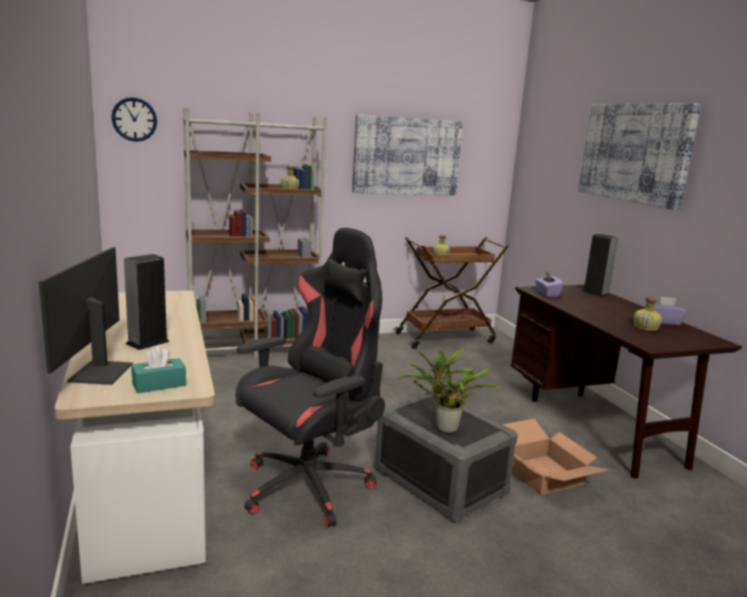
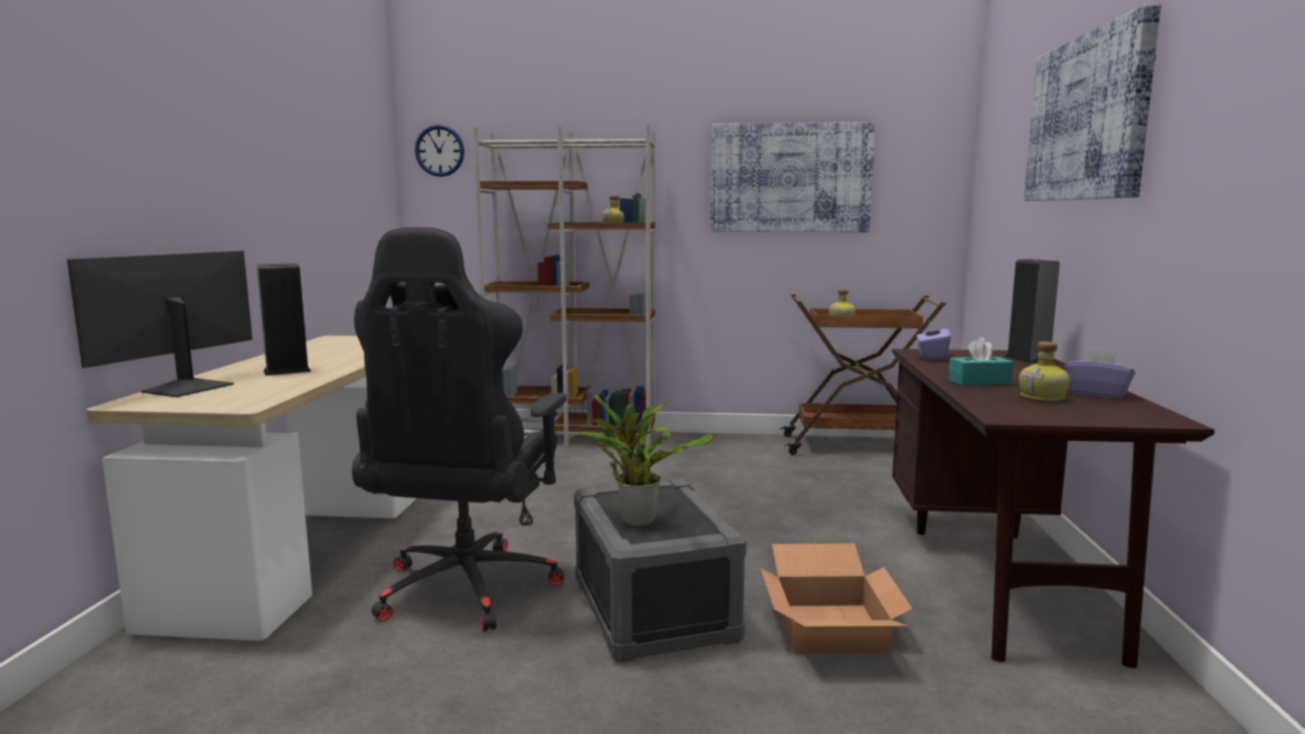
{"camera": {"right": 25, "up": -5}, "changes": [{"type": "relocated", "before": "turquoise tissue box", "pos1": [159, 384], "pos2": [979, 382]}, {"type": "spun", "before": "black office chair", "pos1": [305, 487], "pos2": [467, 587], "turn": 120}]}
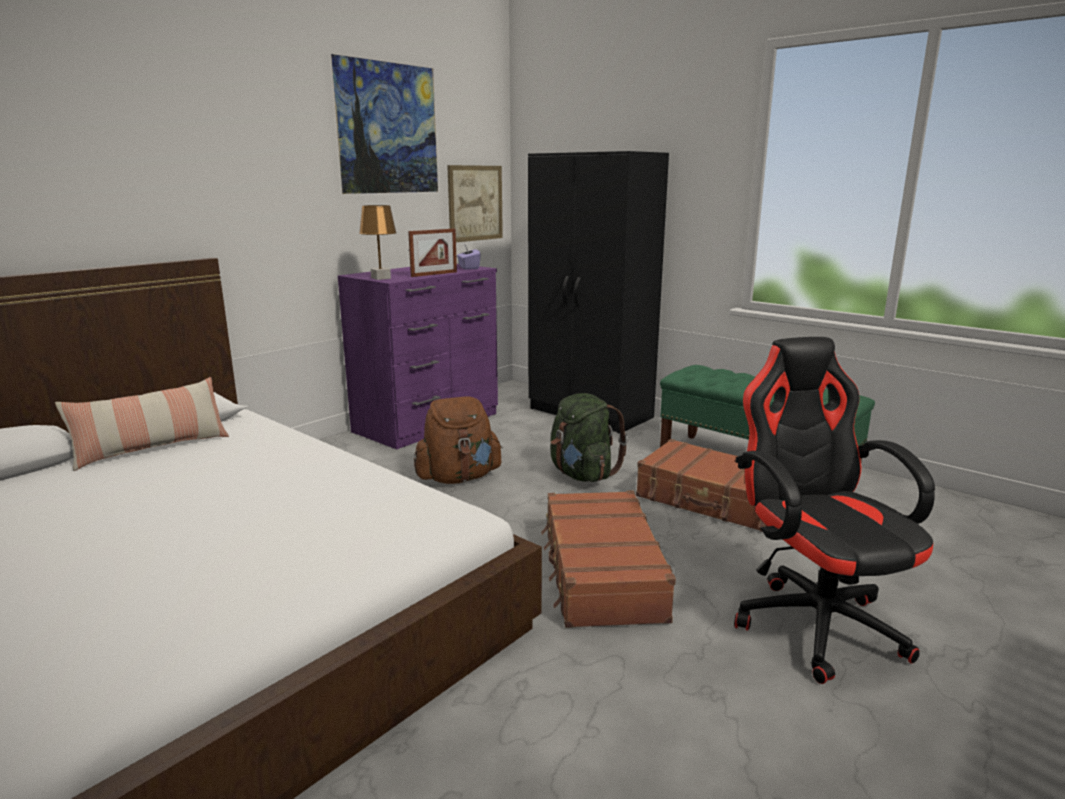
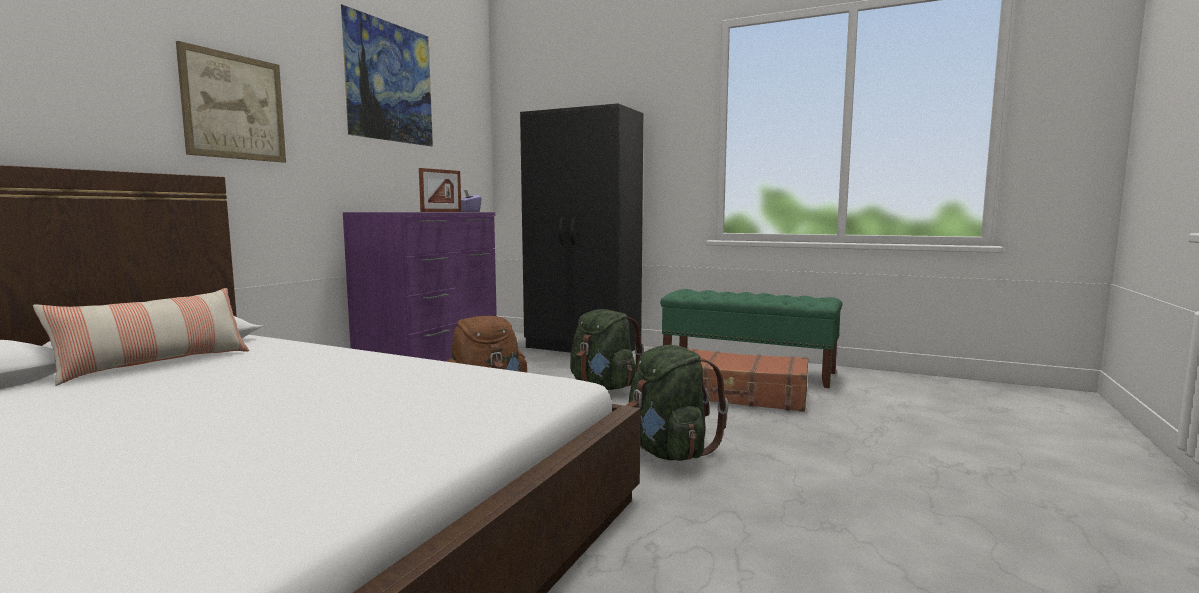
{"camera": {"right": -15, "up": -10}, "changes": [{"type": "missing", "before": "brown table lamp", "pos1": [381, 278]}, {"type": "relocated", "before": "picture", "pos1": [475, 203], "pos2": [234, 107]}, {"type": "exchanged", "before": "brown suitcase", "after": "green backpack", "pos1": [601, 573], "pos2": [669, 452]}, {"type": "missing", "before": "black office chair", "pos1": [812, 620]}]}
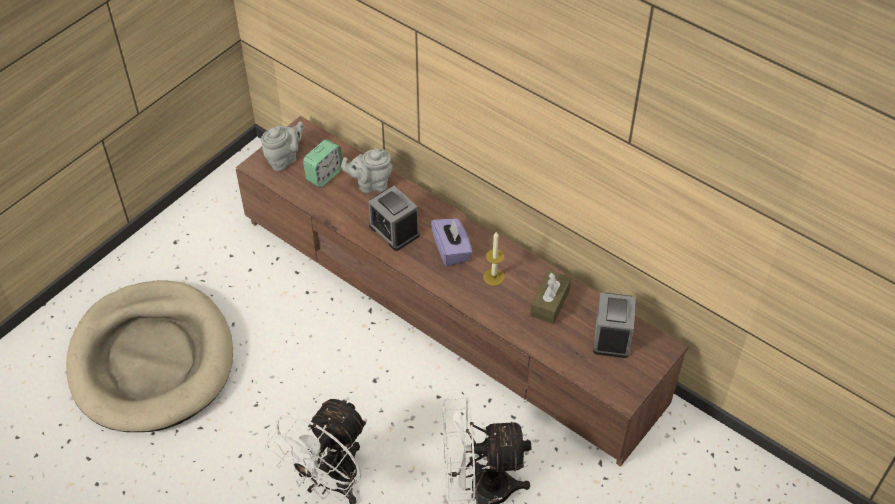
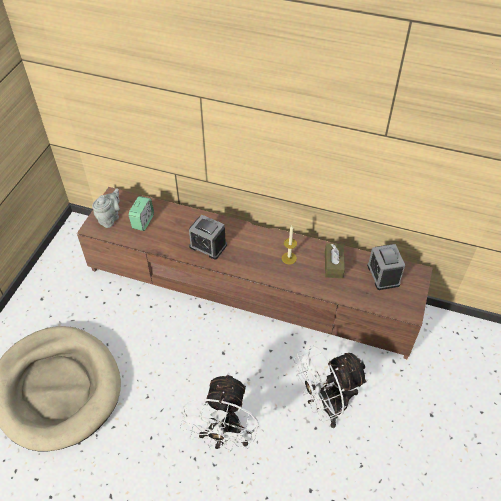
{"camera": {"right": -20, "up": 0}, "changes": [{"type": "missing", "before": "grey teapot", "pos1": [370, 184]}, {"type": "missing", "before": "purple tissue box", "pos1": [451, 250]}]}
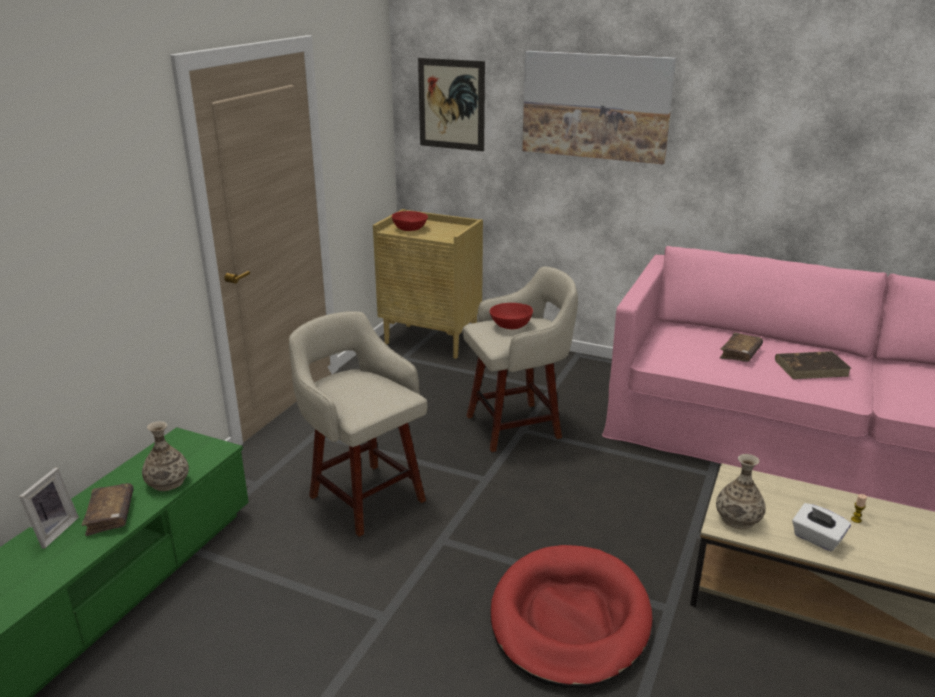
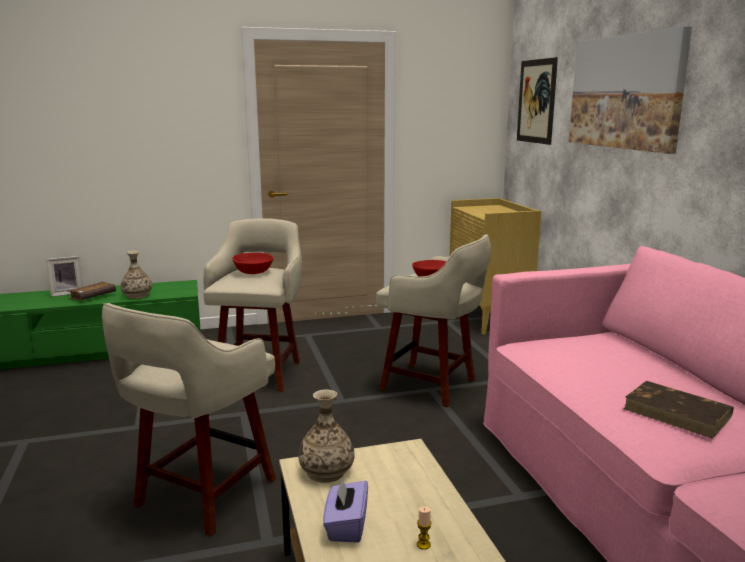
{"camera": {"right": 50, "up": -10}, "changes": [{"type": "relocated", "before": "red bowl", "pos1": [410, 229], "pos2": [254, 272]}, {"type": "exchanged", "before": "red dog bed", "after": "beige stool", "pos1": [569, 619], "pos2": [202, 496]}, {"type": "missing", "before": "brown book", "pos1": [740, 353]}, {"type": "colour", "before": "white tissue box", "after": "purple tissue box", "pos1": [817, 539], "pos2": [346, 526]}]}
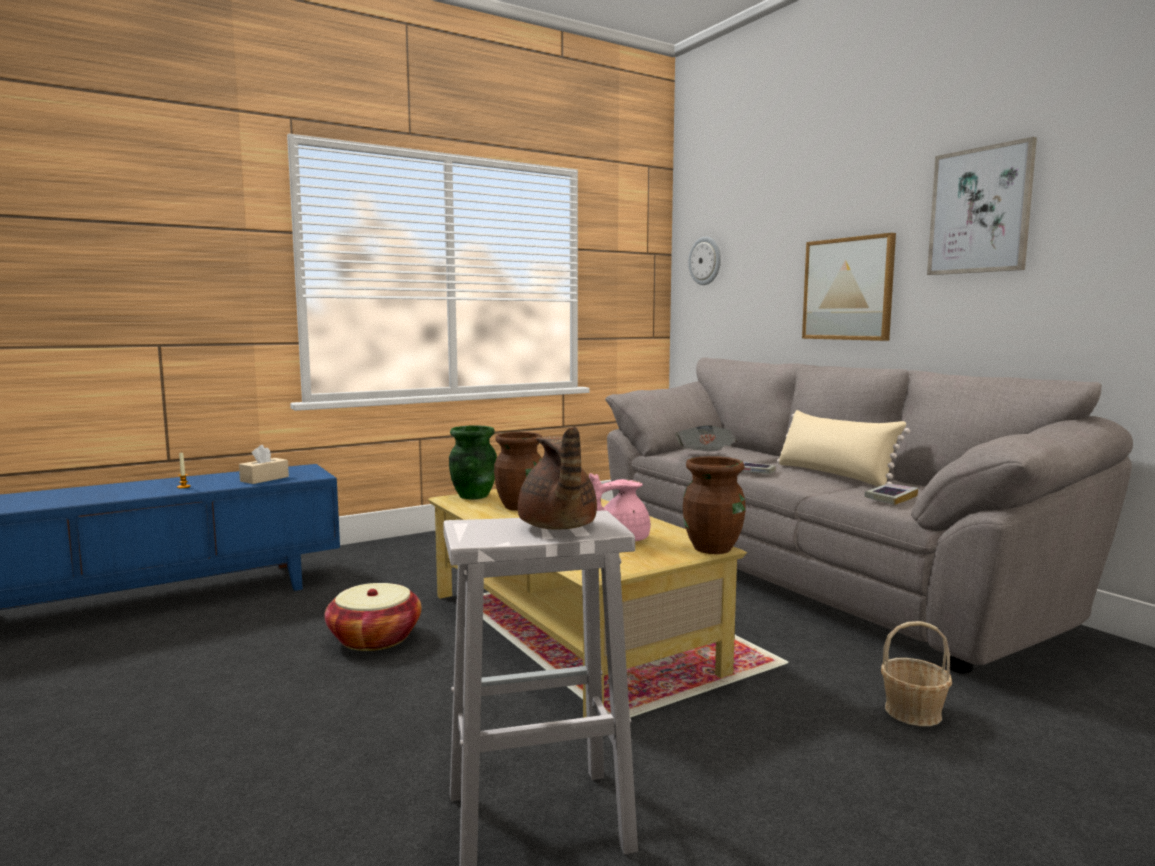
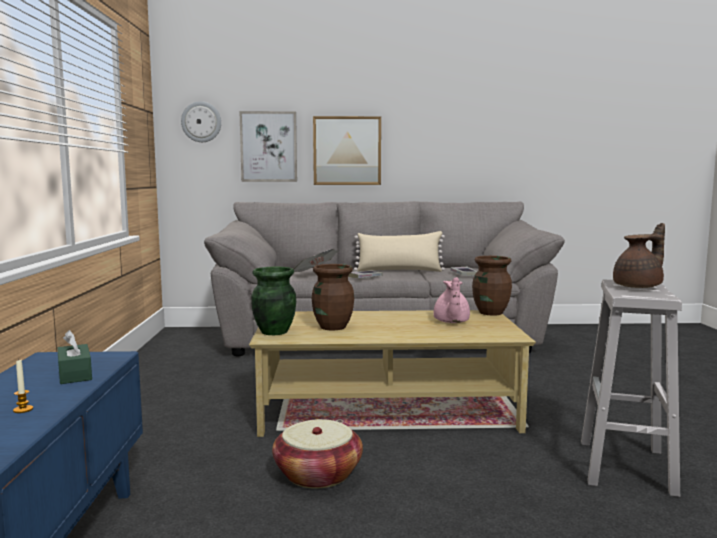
{"camera": {"right": -60, "up": 0}, "changes": [{"type": "colour", "before": "beige tissue box", "after": "green tissue box", "pos1": [264, 479], "pos2": [75, 374]}, {"type": "spun", "before": "brown teapot", "pos1": [557, 527], "pos2": [639, 286], "turn": -45}, {"type": "missing", "before": "basket", "pos1": [913, 712]}, {"type": "relocated", "before": "picture", "pos1": [980, 210], "pos2": [268, 146]}]}
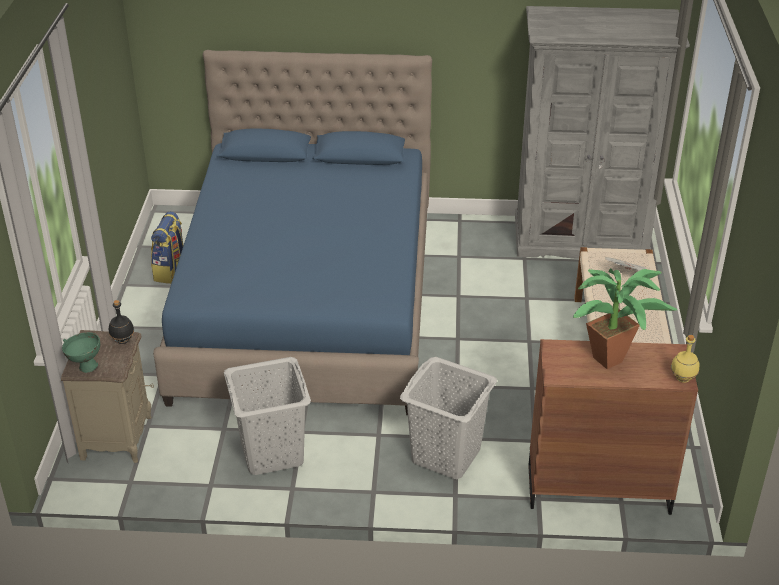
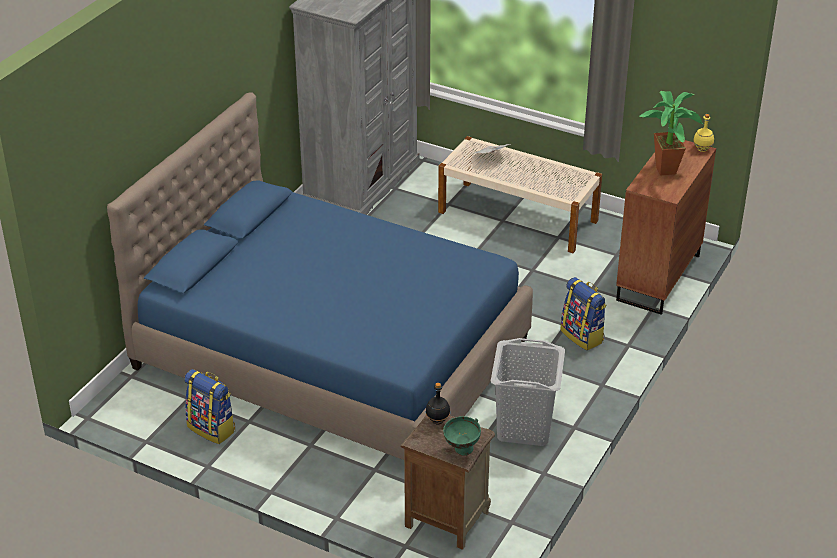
{"camera": {"right": -65, "up": 0}, "changes": [{"type": "exchanged", "before": "grey laundry basket", "after": "backpack", "pos1": [446, 455], "pos2": [583, 336]}]}
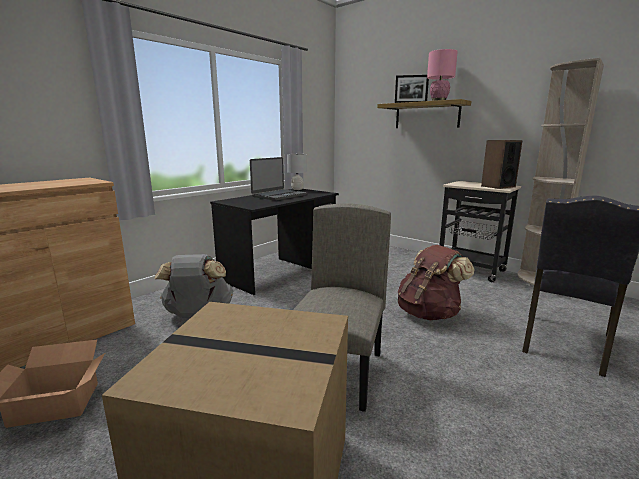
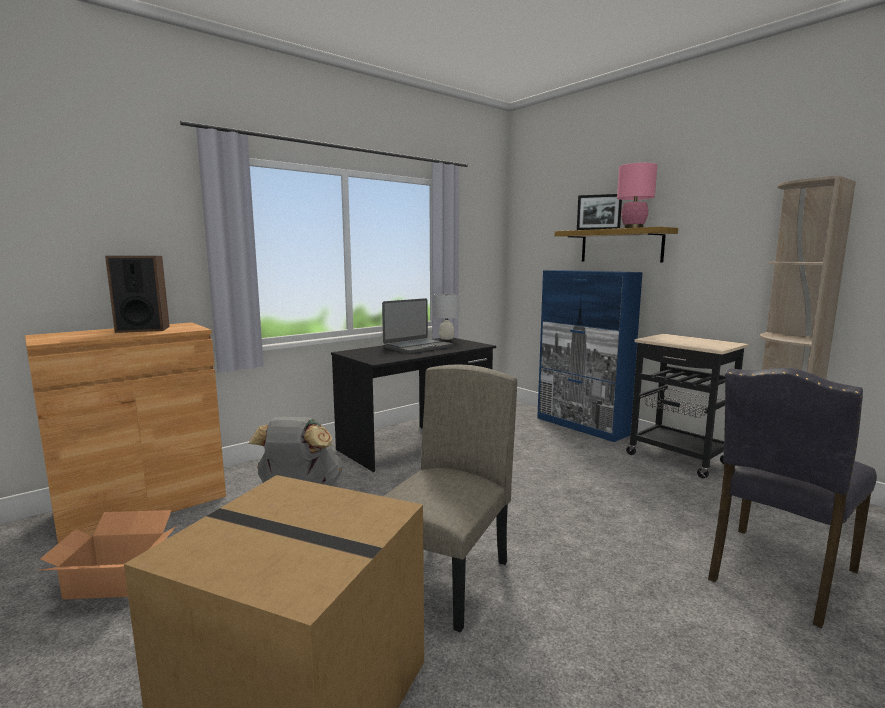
{"camera": {"right": 10, "up": -5}, "changes": [{"type": "missing", "before": "brown backpack", "pos1": [429, 313]}, {"type": "relocated", "before": "speaker", "pos1": [498, 186], "pos2": [143, 329]}, {"type": "appeared", "after": "blue cabinet", "pos2": [581, 426]}]}
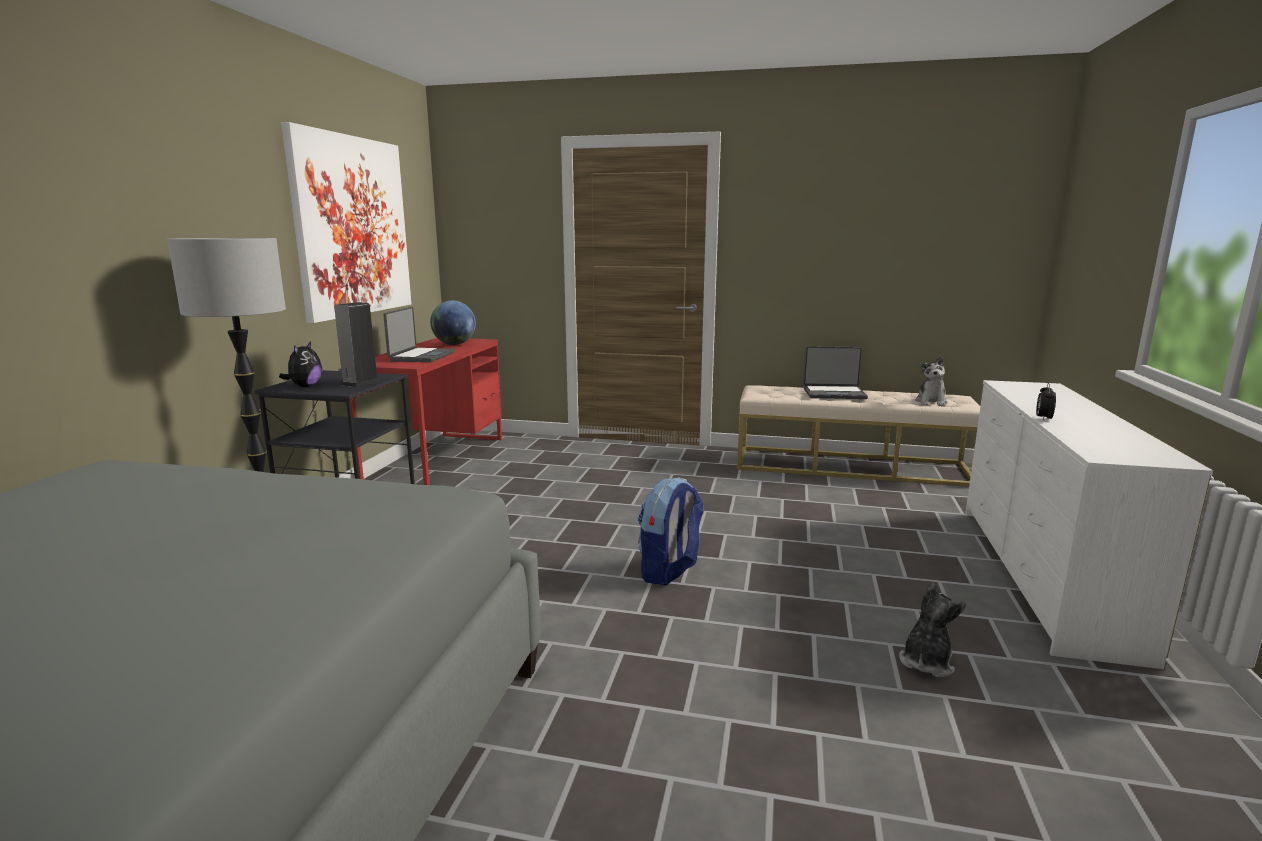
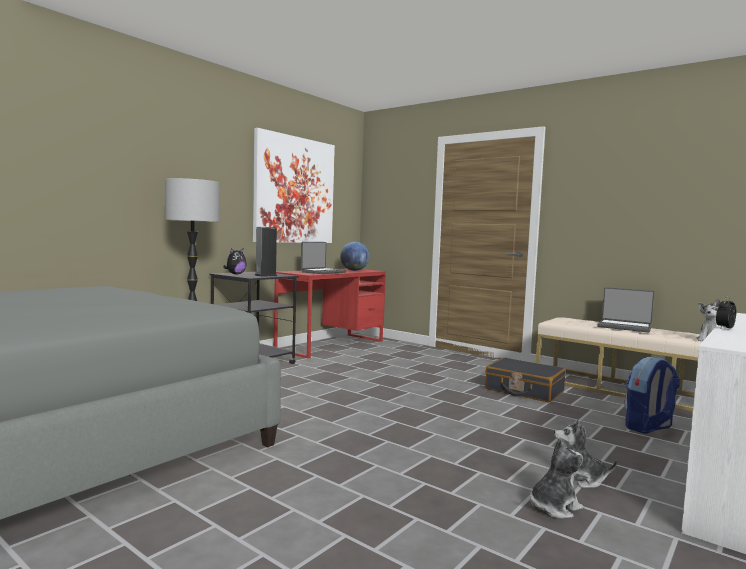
{"camera": {"right": 25, "up": -10}, "changes": [{"type": "relocated", "before": "backpack", "pos1": [670, 571], "pos2": [648, 428]}, {"type": "appeared", "after": "black suitcase", "pos2": [524, 390]}, {"type": "appeared", "after": "plush toy", "pos2": [580, 479]}]}
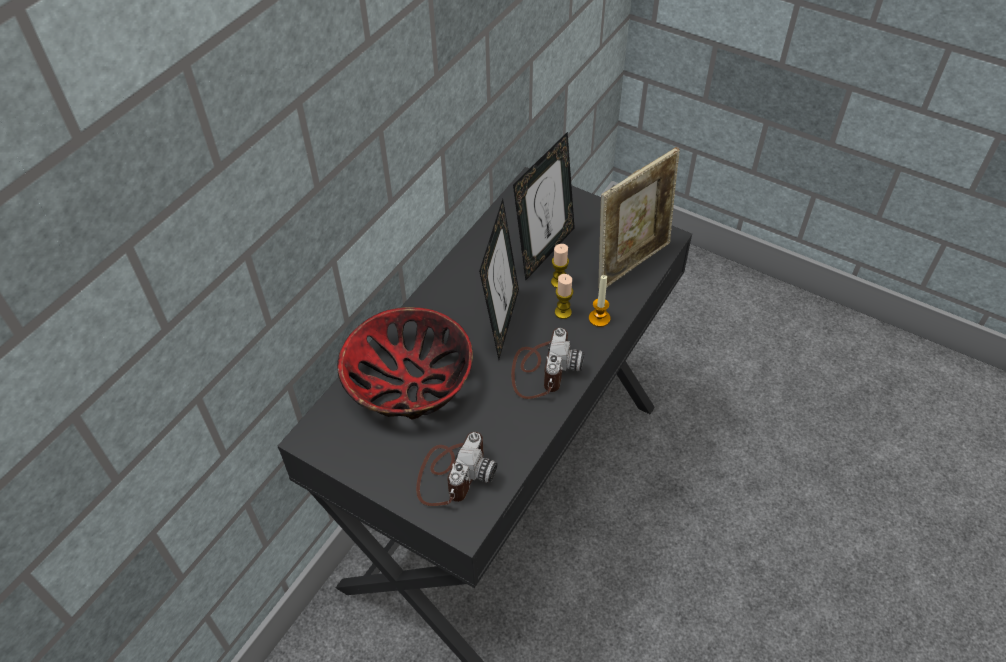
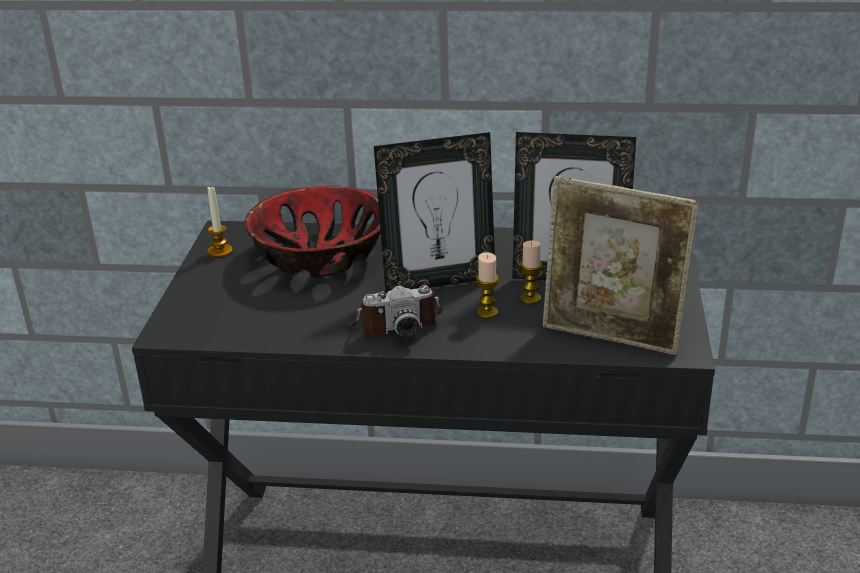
{"camera": {"right": 65, "up": -20}, "changes": [{"type": "missing", "before": "photo camera", "pos1": [452, 473]}, {"type": "relocated", "before": "candle", "pos1": [599, 318], "pos2": [220, 251]}]}
